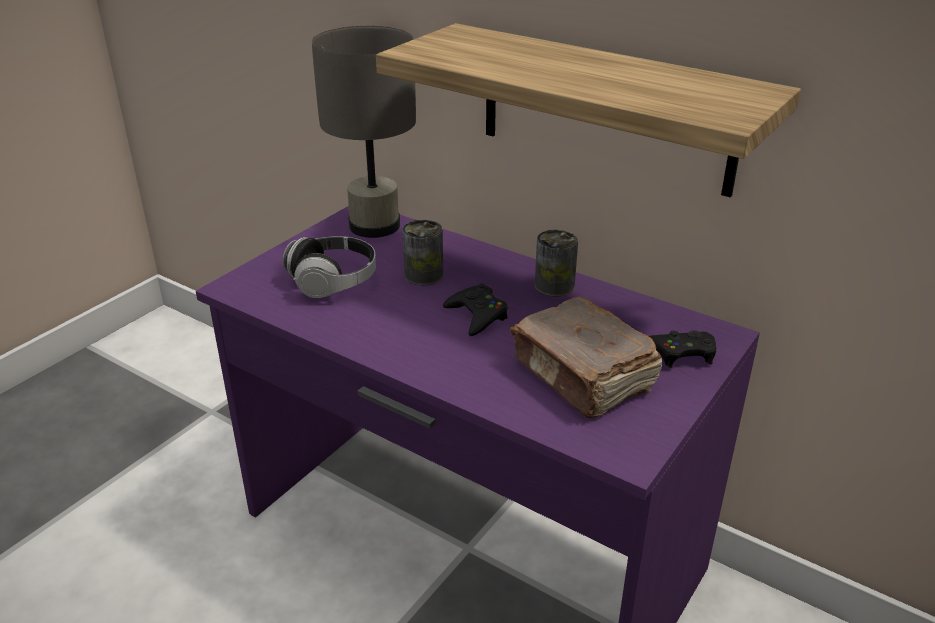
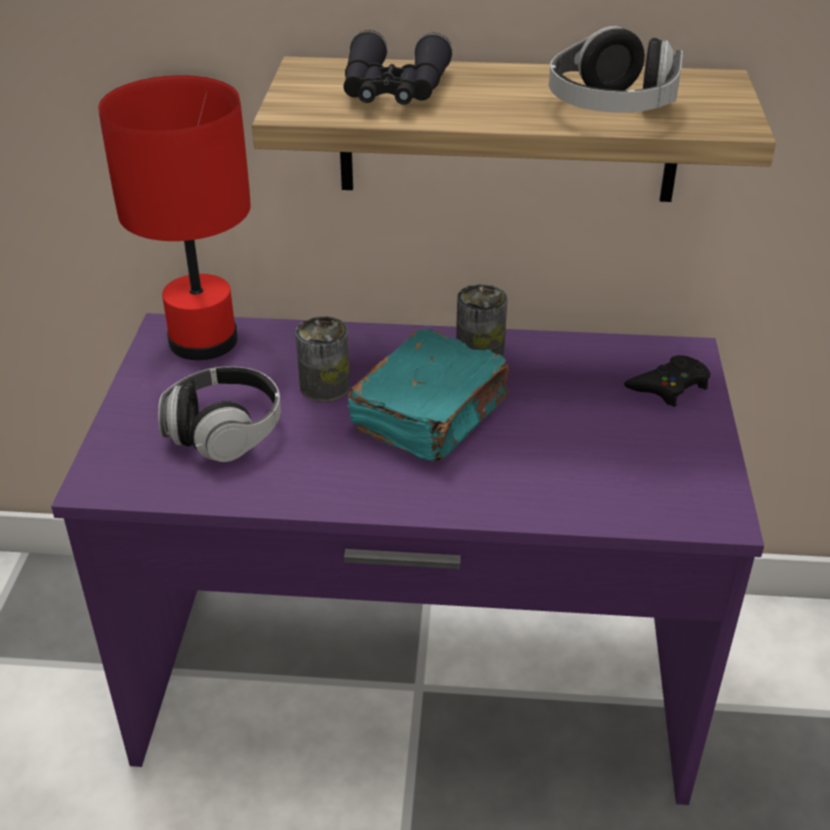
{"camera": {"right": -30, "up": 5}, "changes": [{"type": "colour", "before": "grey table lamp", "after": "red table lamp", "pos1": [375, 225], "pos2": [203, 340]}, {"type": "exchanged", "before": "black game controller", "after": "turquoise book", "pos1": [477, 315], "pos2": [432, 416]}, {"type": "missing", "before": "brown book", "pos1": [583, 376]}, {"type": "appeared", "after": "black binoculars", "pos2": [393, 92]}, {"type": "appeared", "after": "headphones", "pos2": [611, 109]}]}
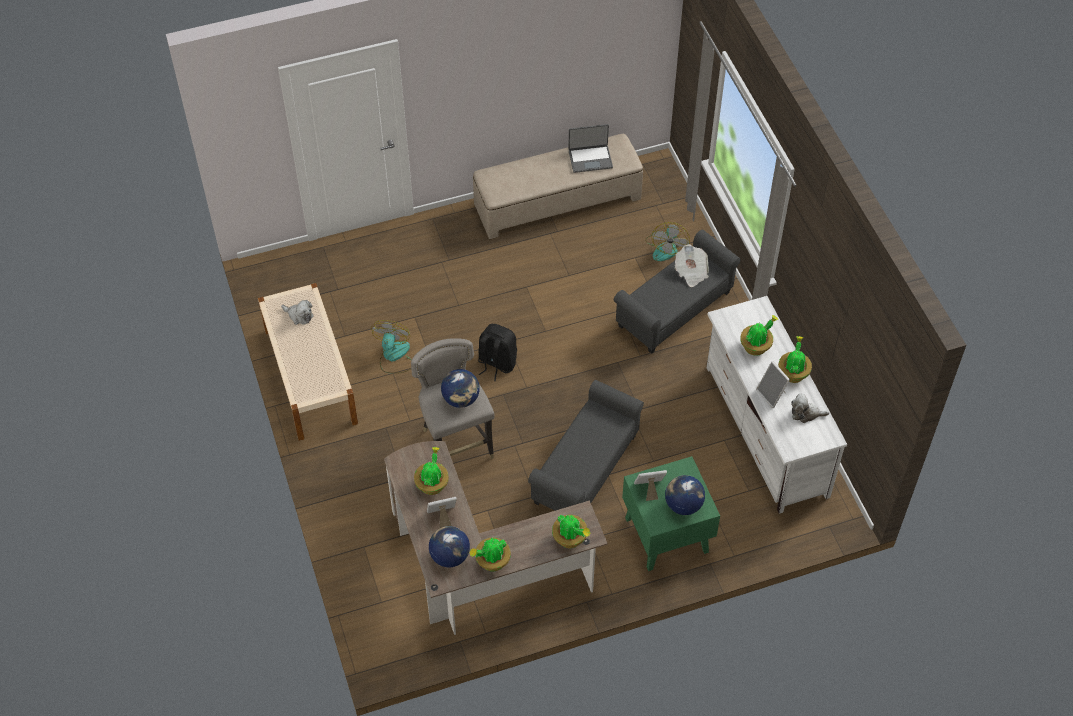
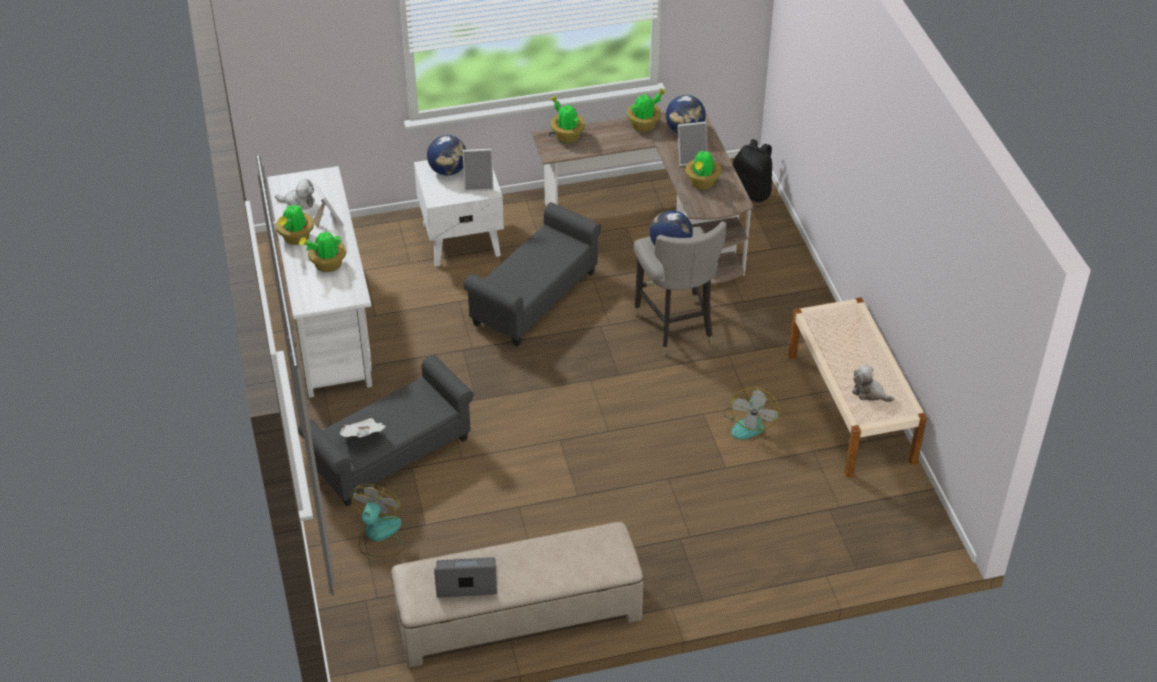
{"camera": {"right": -175, "up": -10}, "changes": [{"type": "relocated", "before": "black backpack", "pos1": [496, 363], "pos2": [751, 192]}, {"type": "colour", "before": "green nightstand", "after": "white nightstand", "pos1": [665, 535], "pos2": [462, 239]}]}
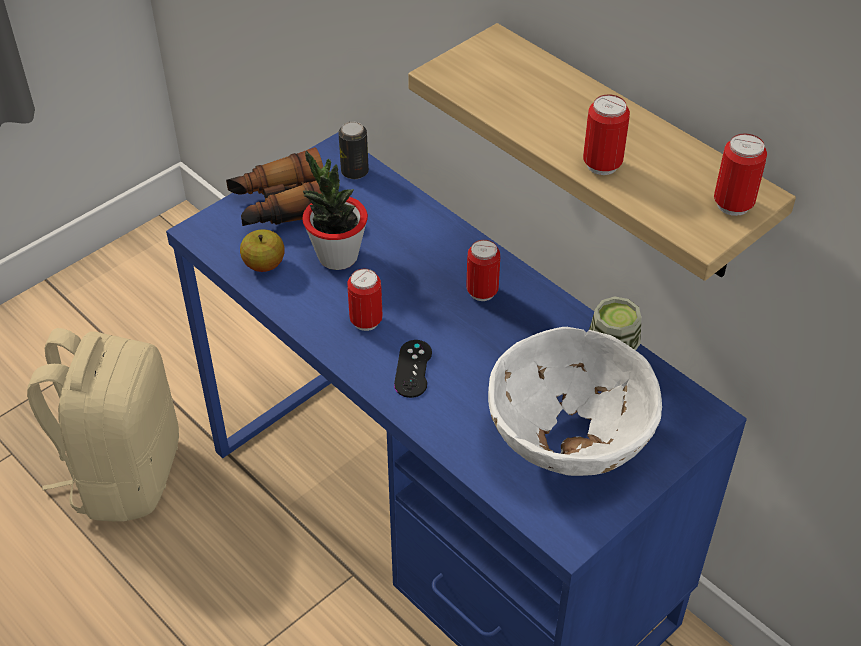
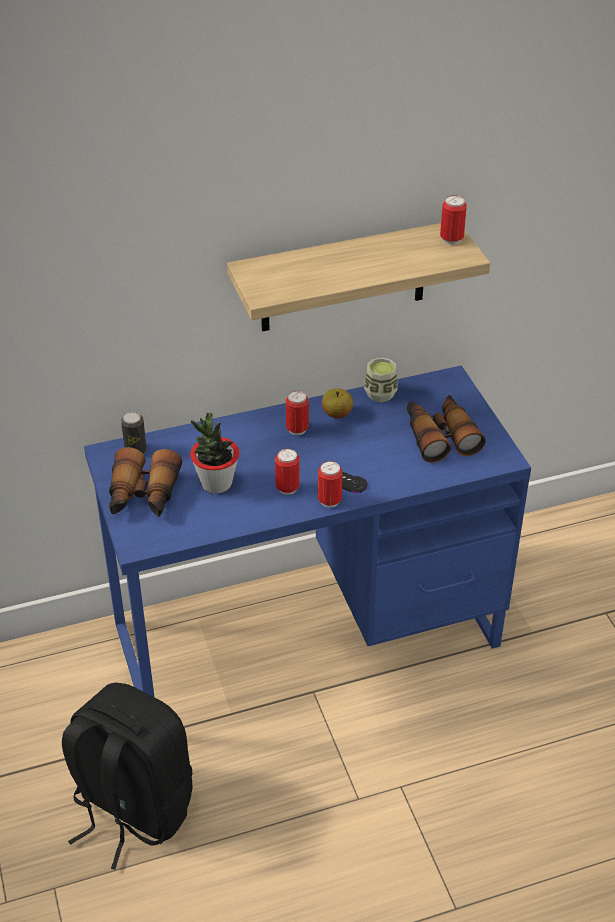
{"camera": {"right": -65, "up": -5}, "changes": [{"type": "colour", "before": "beige backpack", "after": "black backpack", "pos1": [124, 473], "pos2": [131, 809]}, {"type": "relocated", "before": "apple", "pos1": [264, 265], "pos2": [337, 414]}, {"type": "exchanged", "before": "white bowl", "after": "binoculars", "pos1": [568, 442], "pos2": [440, 435]}, {"type": "relocated", "before": "can", "pos1": [602, 165], "pos2": [329, 501]}]}
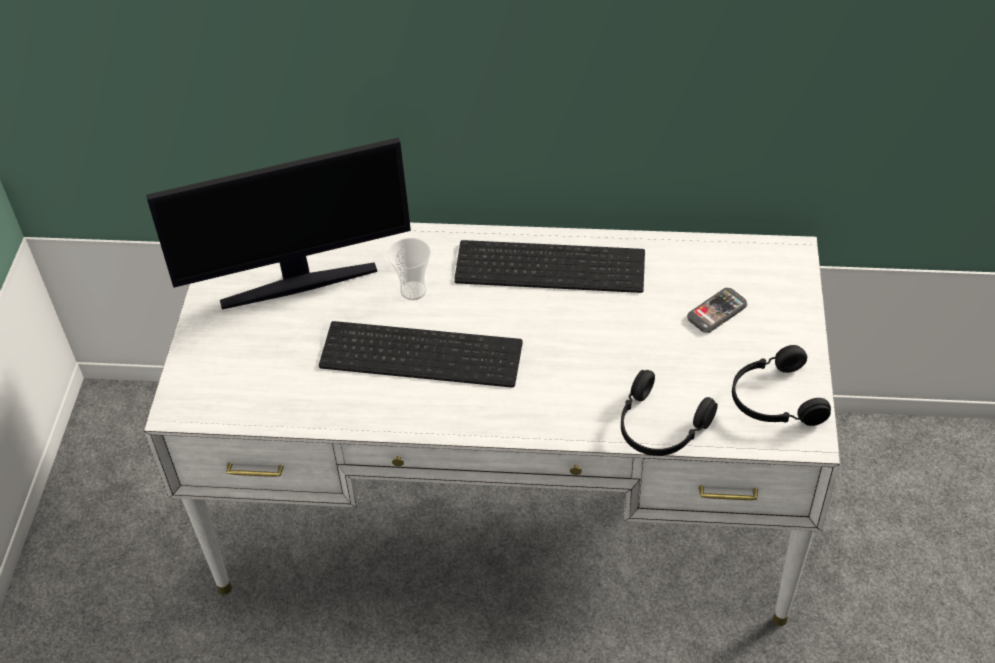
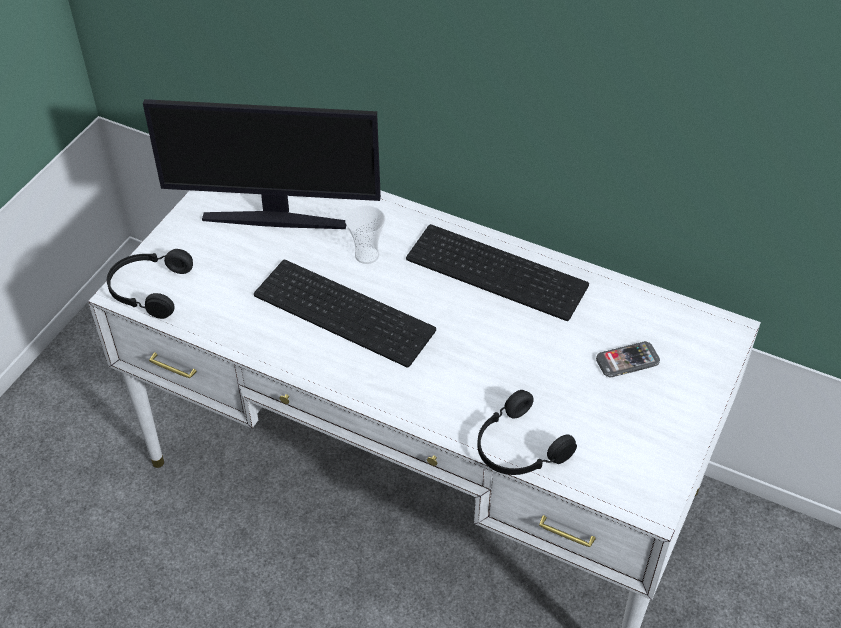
{"camera": {"right": 20, "up": 0}, "changes": [{"type": "relocated", "before": "black headphones", "pos1": [774, 399], "pos2": [148, 289]}]}
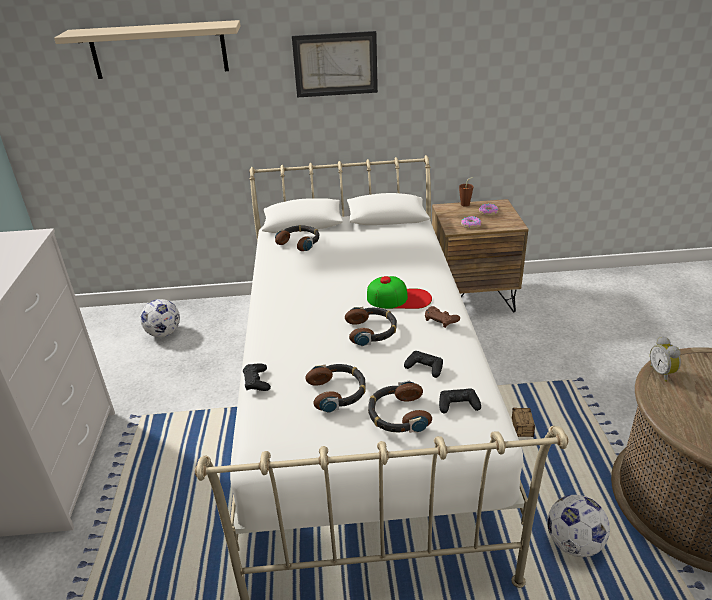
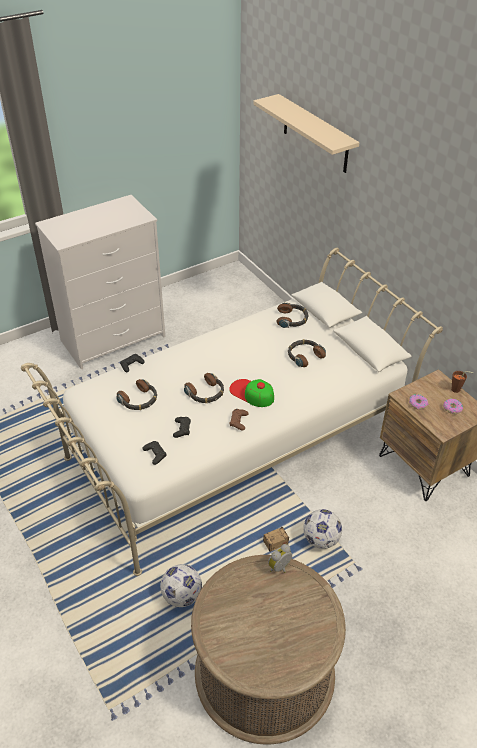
{"camera": {"right": 60, "up": 10}, "changes": [{"type": "relocated", "before": "football", "pos1": [164, 333], "pos2": [320, 540]}, {"type": "missing", "before": "picture", "pos1": [335, 64]}, {"type": "spun", "before": "cap", "pos1": [399, 298], "pos2": [251, 393], "turn": 150}, {"type": "relocated", "before": "headphones", "pos1": [398, 415], "pos2": [304, 356]}]}
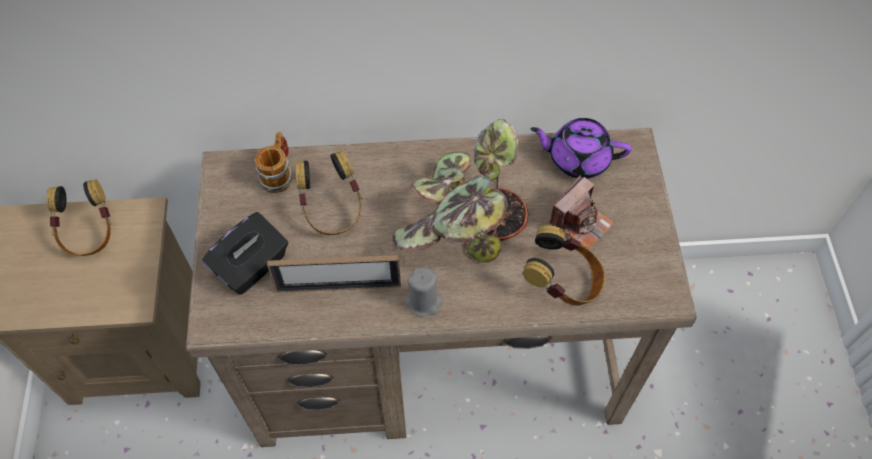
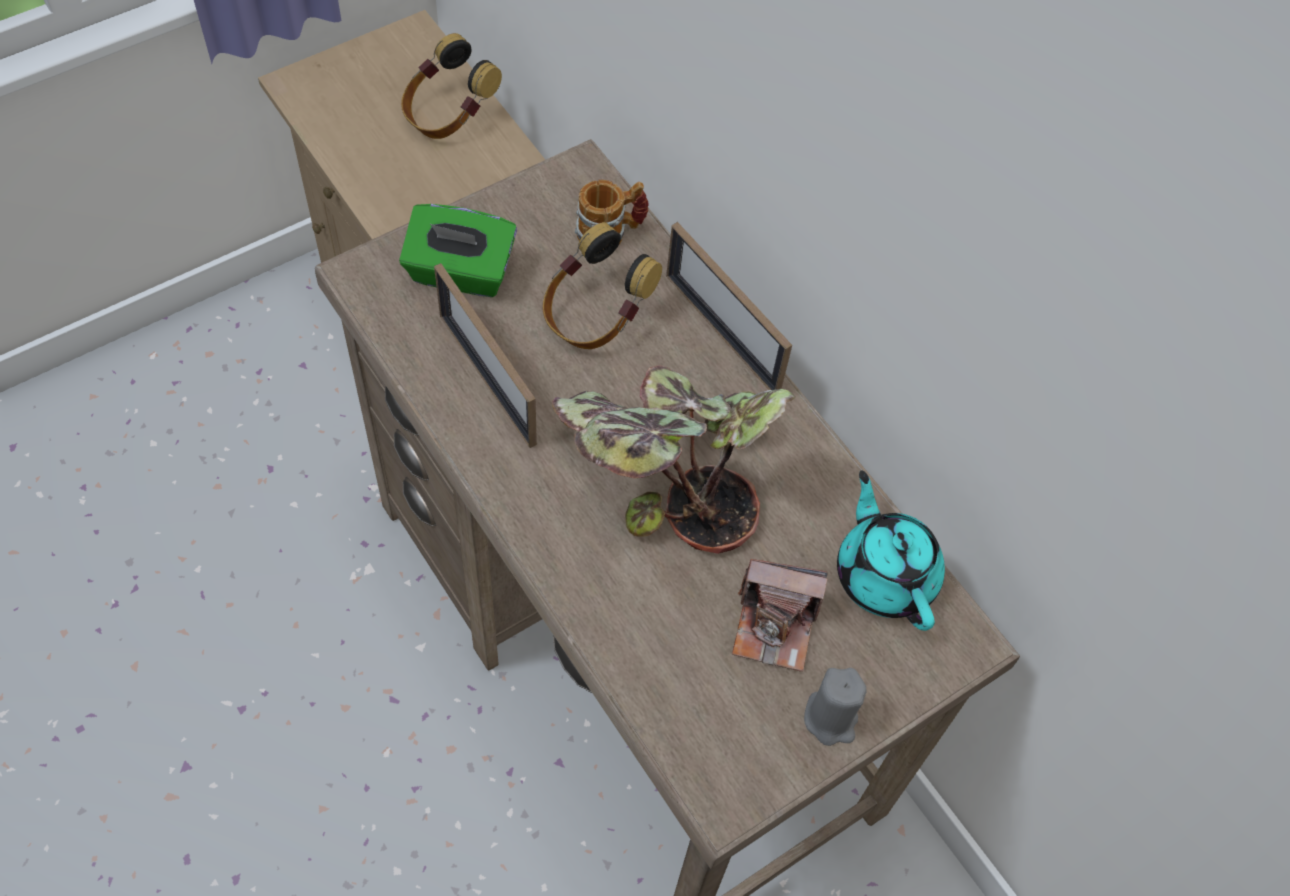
{"camera": {"right": 55, "up": 0}, "changes": [{"type": "colour", "before": "black tissue box", "after": "green tissue box", "pos1": [252, 266], "pos2": [460, 273]}, {"type": "relocated", "before": "grey candle", "pos1": [424, 302], "pos2": [831, 718]}, {"type": "missing", "before": "headphones", "pos1": [563, 282]}, {"type": "colour", "before": "purple teapot", "after": "turquoise teapot", "pos1": [577, 158], "pos2": [884, 574]}, {"type": "appeared", "after": "picture frame", "pos2": [722, 333]}]}
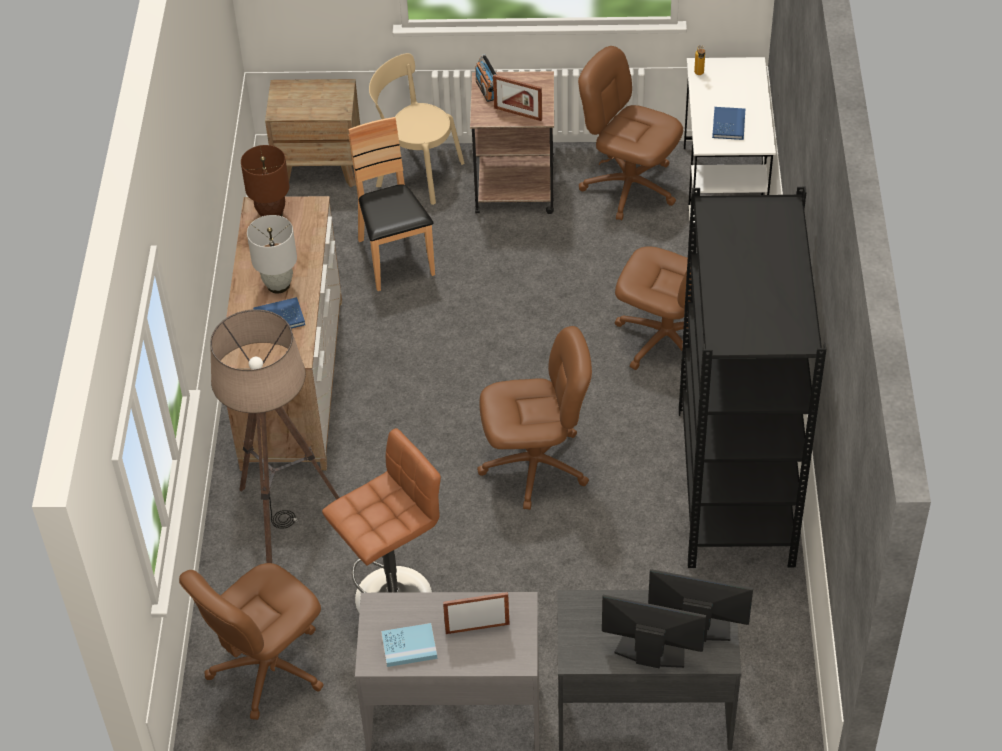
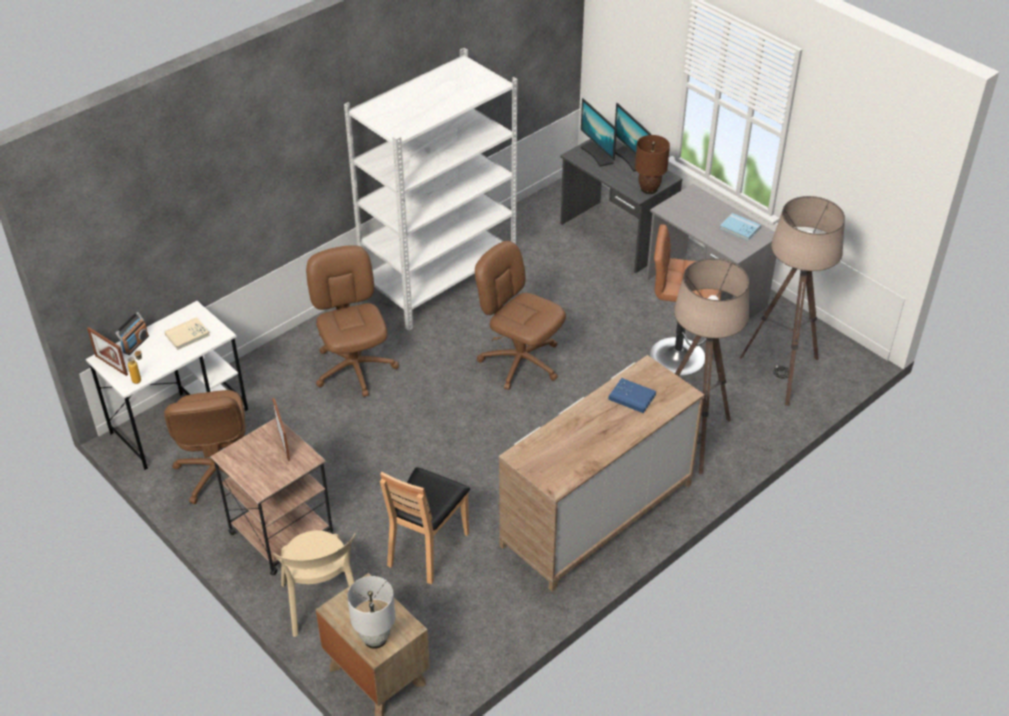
{"camera": {"right": -135, "up": -5}, "changes": [{"type": "exchanged", "before": "brown office chair", "after": "floor lamp", "pos1": [267, 667], "pos2": [781, 373]}, {"type": "relocated", "before": "brown table lamp", "pos1": [271, 214], "pos2": [649, 189]}, {"type": "relocated", "before": "white table lamp", "pos1": [278, 285], "pos2": [375, 639]}, {"type": "relocated", "before": "picture frame", "pos1": [477, 628], "pos2": [111, 365]}, {"type": "relocated", "before": "radio", "pos1": [486, 90], "pos2": [135, 344]}, {"type": "colour", "before": "black bookcase", "after": "white bookcase", "pos1": [735, 486], "pos2": [439, 280]}, {"type": "colour", "before": "blue book", "after": "beige book", "pos1": [728, 125], "pos2": [187, 335]}]}
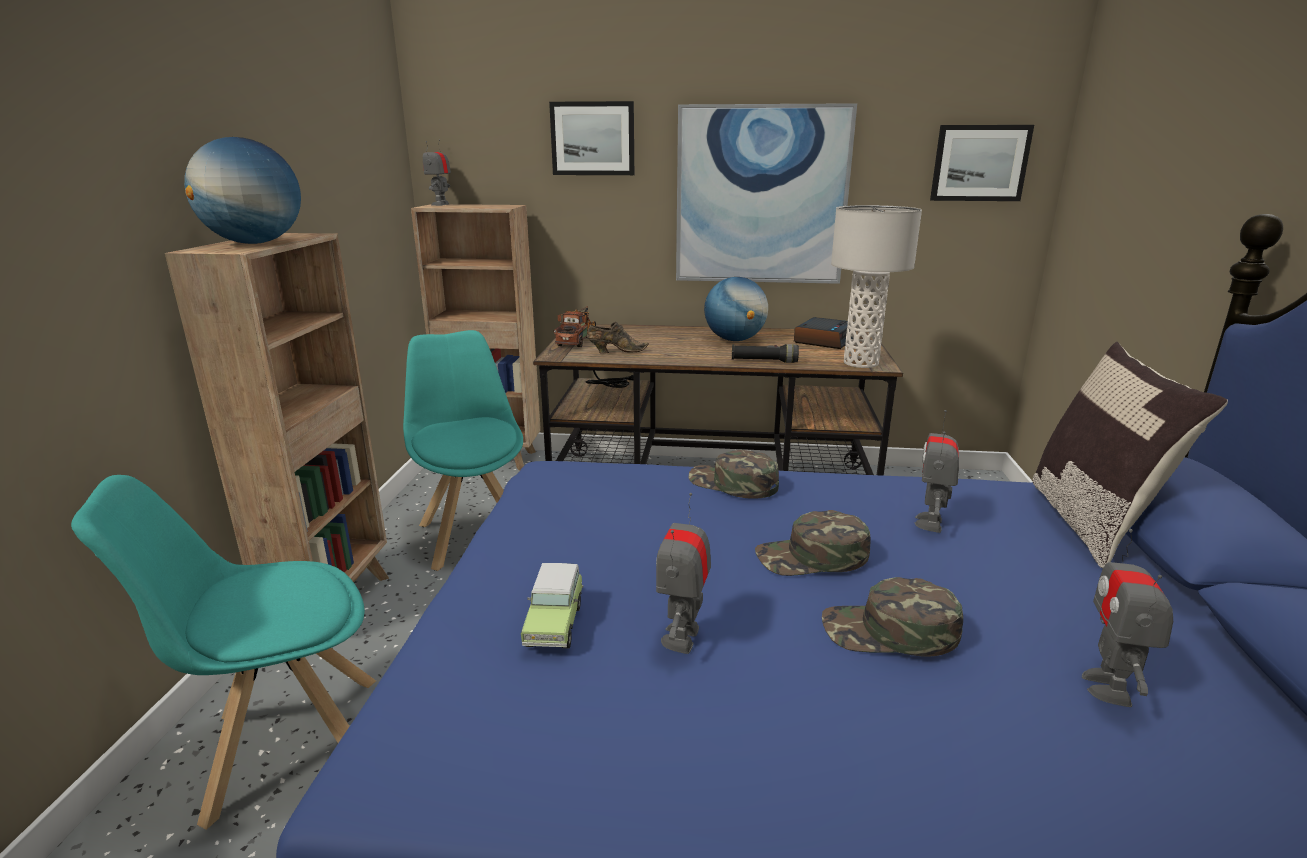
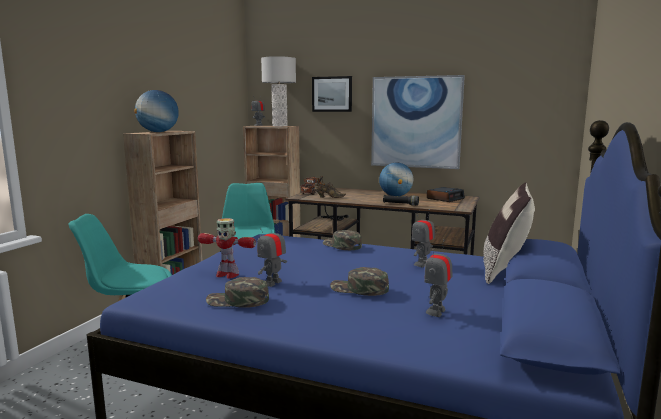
{"camera": {"right": 15, "up": -10}, "changes": [{"type": "exchanged", "before": "toy car", "after": "toy robot", "pos1": [555, 622], "pos2": [227, 274]}, {"type": "relocated", "before": "green cap", "pos1": [812, 557], "pos2": [237, 301]}, {"type": "relocated", "before": "white table lamp", "pos1": [861, 363], "pos2": [280, 126]}, {"type": "missing", "before": "picture", "pos1": [979, 163]}]}
